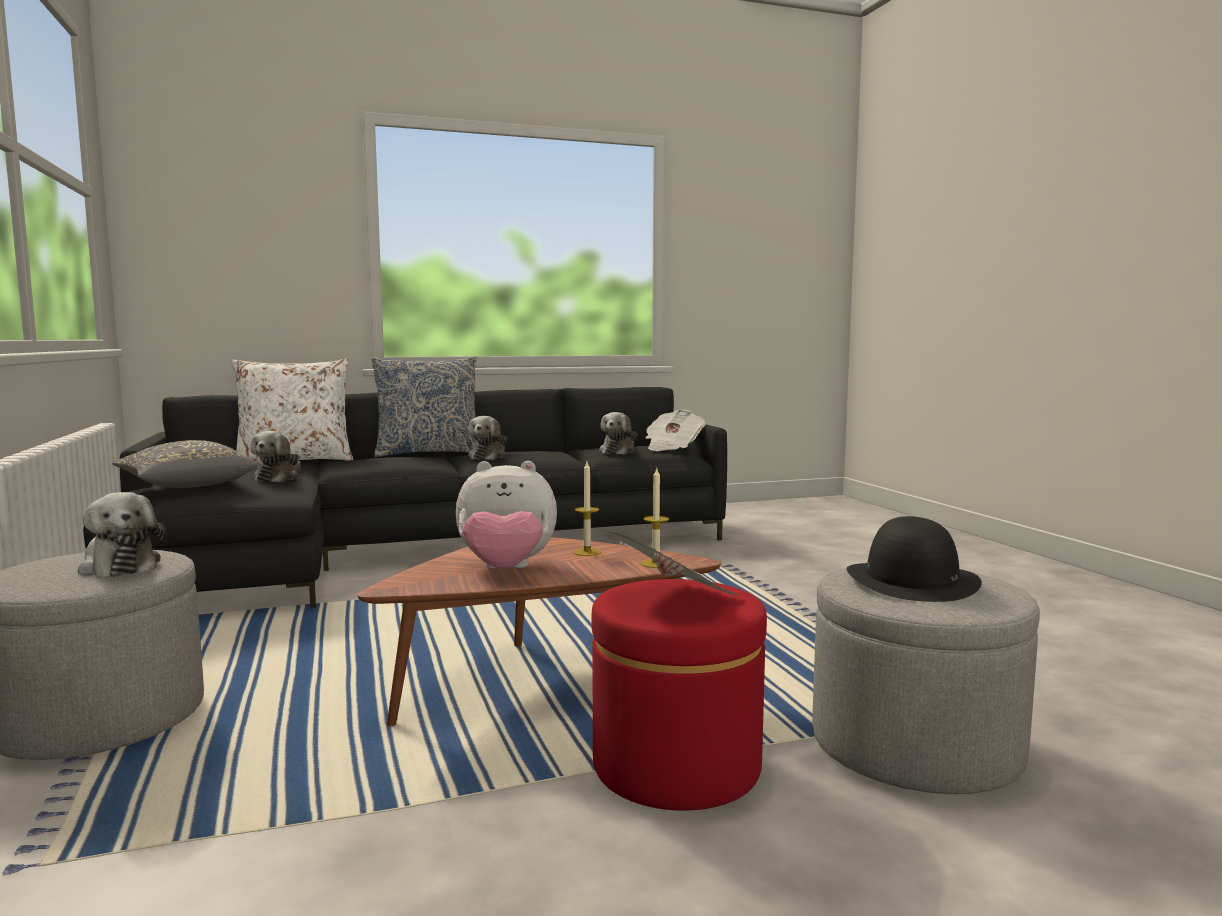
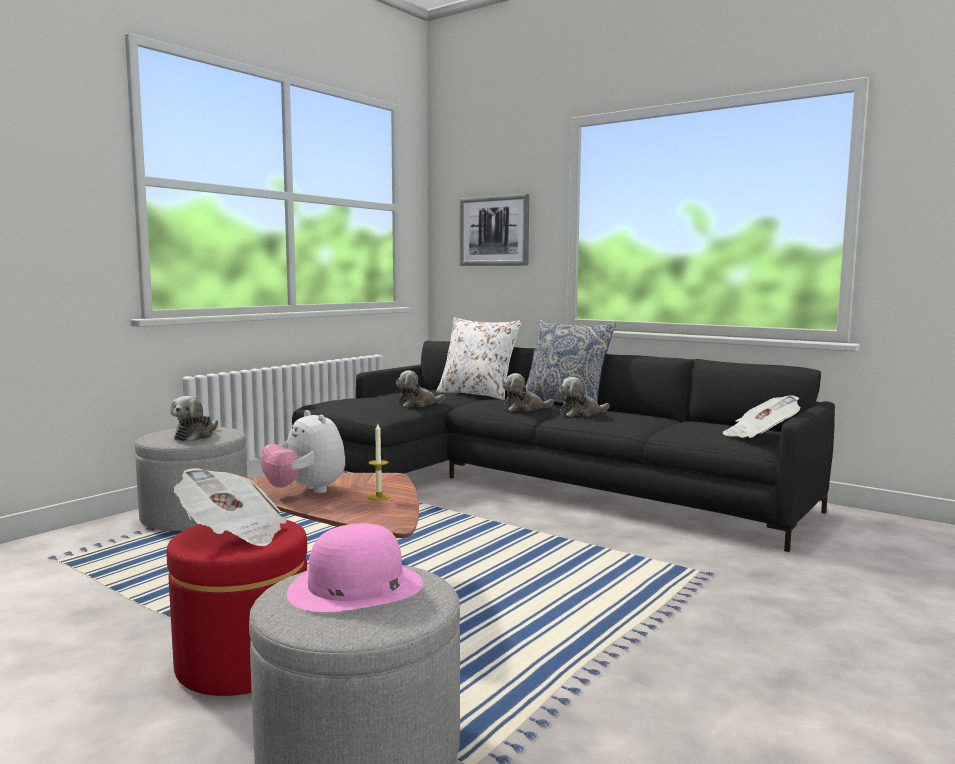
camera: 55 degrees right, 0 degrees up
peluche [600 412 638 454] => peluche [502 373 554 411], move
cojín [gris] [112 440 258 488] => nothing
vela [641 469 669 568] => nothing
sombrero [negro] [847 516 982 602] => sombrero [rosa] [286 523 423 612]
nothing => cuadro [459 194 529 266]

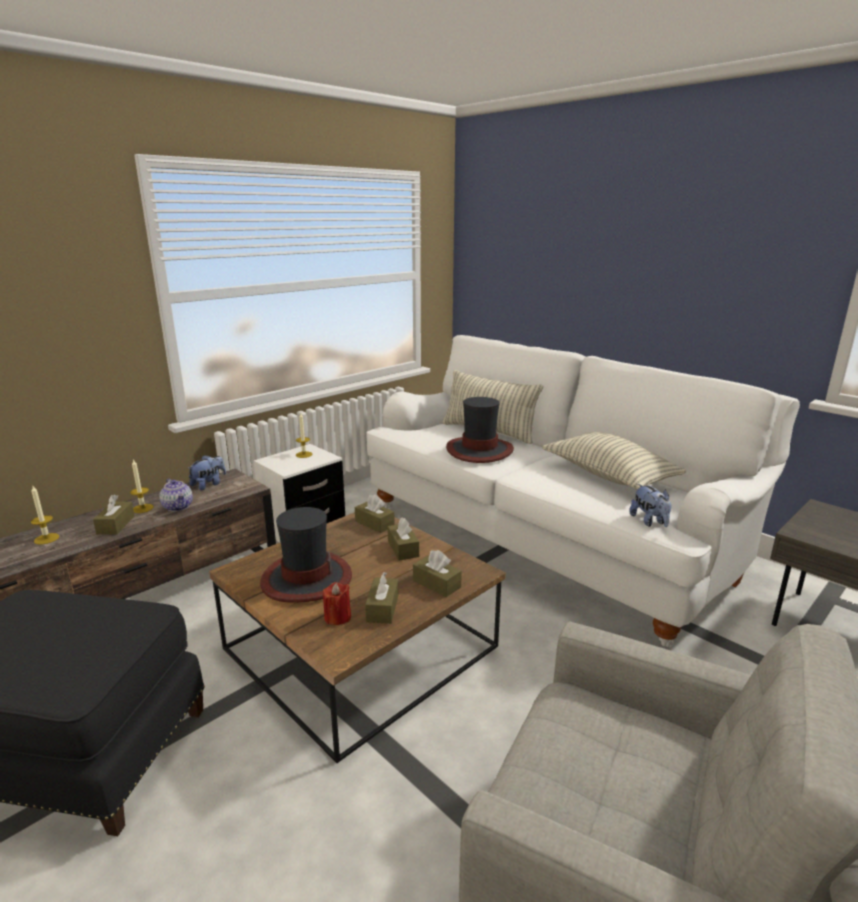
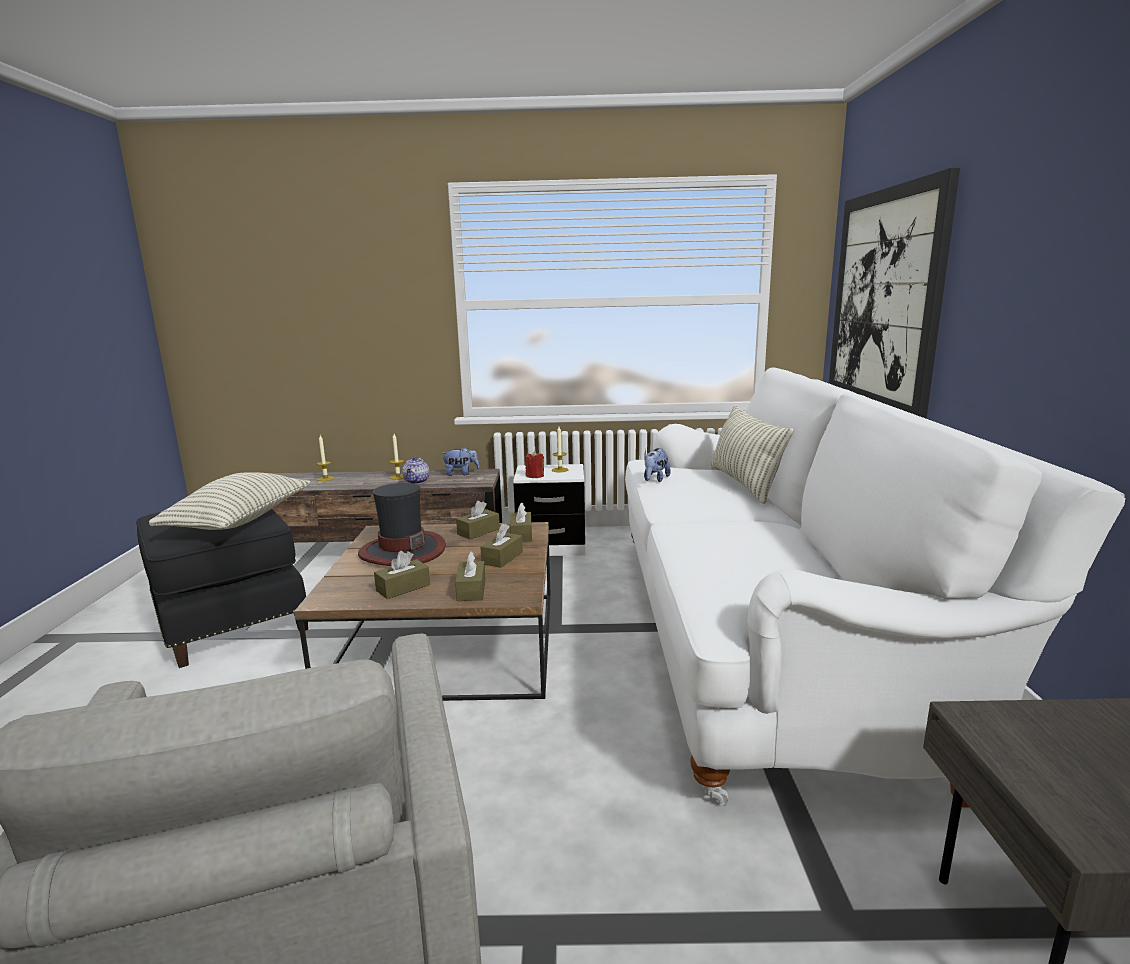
camera: 45 degrees right, 5 degrees down
sombrero [446 397 514 463] => nothing
cojín [542 432 686 490] => cojín [149 472 311 530], move
peluche [629 484 671 527] => peluche [644 448 671 482], move
caja de pañuelos [marrón] [93 495 135 535] => caja de pañuelos [marrón] [456 501 500 539], move
vela [rojo] [323 582 351 625] => vela [rojo] [525 451 544 478], move
nothing => cuadro [829 168 960 419]

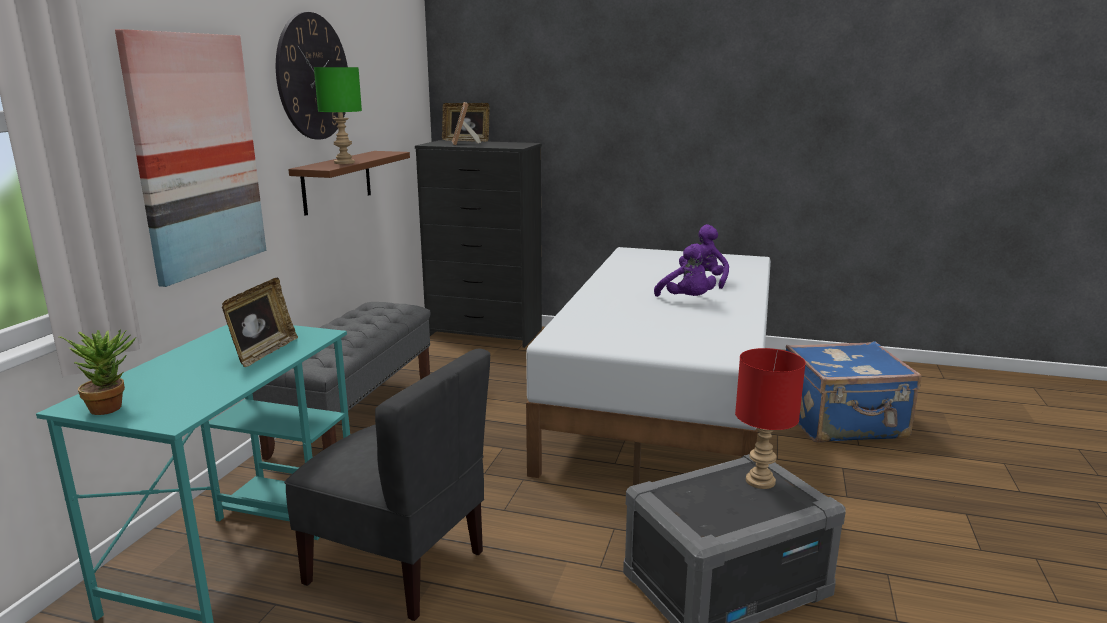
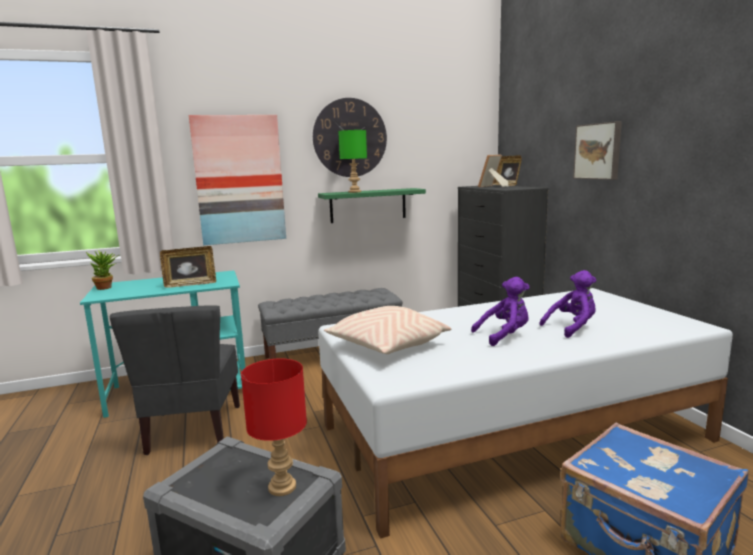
camera: 55 degrees right, 5 degrees down
estante [marrón] [288 151 410 216] => estante [verde] [318 188 426 223]
peluche [morado] [654 243 716 297] => peluche [morado] [471 277 530 346], 135 degrees counterclockwise
nothing => cuadro [573 121 622 180]
nothing => cojín [beis] [324 306 451 354]

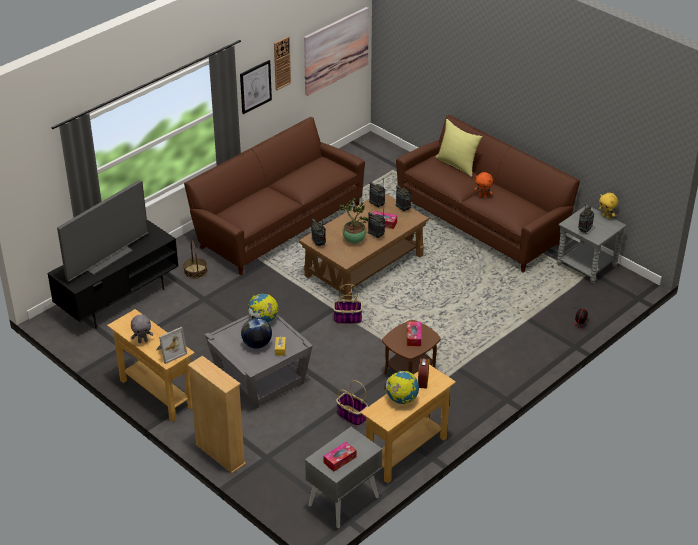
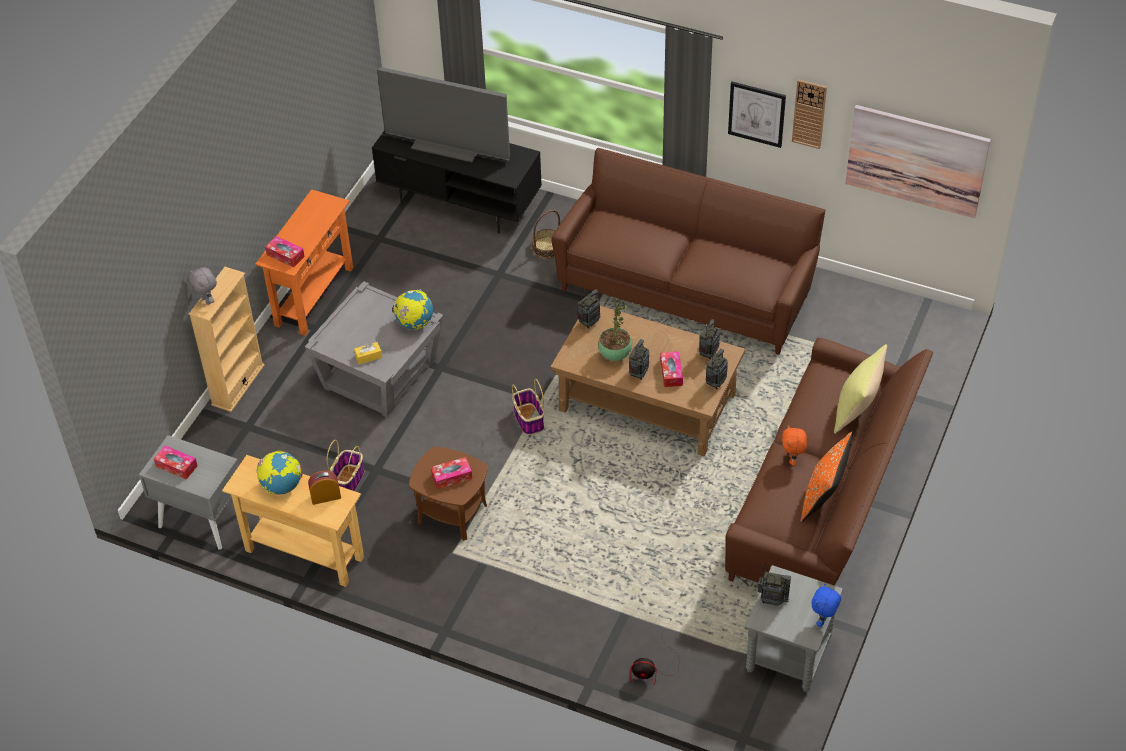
camera: 70 degrees right, 10 degrees up
peluche [amarillo] [599 193 618 219] => peluche [azul] [811 584 841 627]
mesa consola [beis] [107 309 195 422] => mesa consola [naranja] [255 189 353 336]
peluche [gris] [131 315 153 343] => peluche [gris] [189 267 217 305], move
globo terráqueo [241 318 272 349] => nothing
portarretratos [156 327 187 364] => caja de pañuelos [265 236 305 267]
nothing => cojín [naranja] [800 432 853 522]

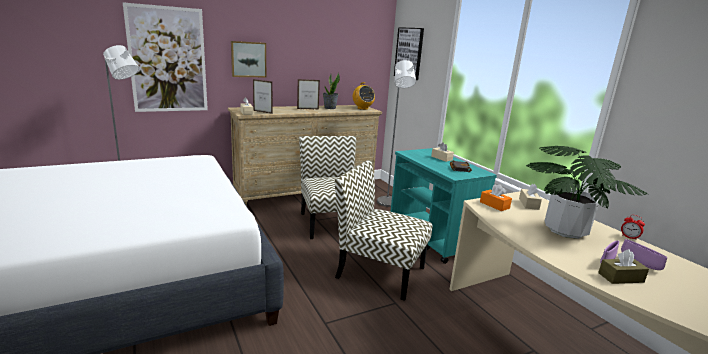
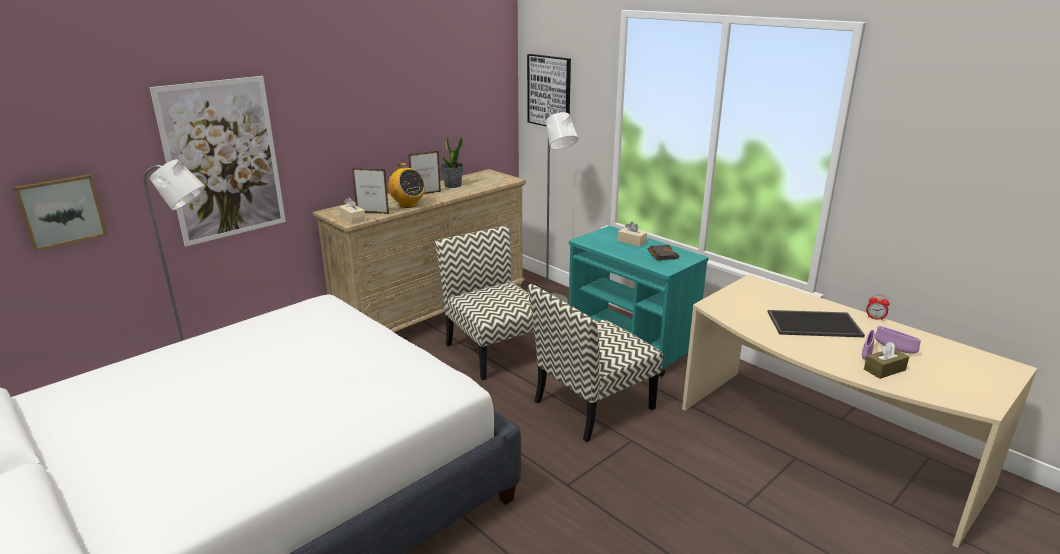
camera: 15 degrees left, 5 degrees up
cuadro [231 41 266 77] => cuadro [14 174 107 251], move
radio [353 82 375 110] => radio [388 163 425 208], move
planta en maceta [526 146 648 239] => bandeja [768 310 865 337]
silla [335 160 432 301] => silla [528 284 663 442], 45 degrees counterclockwise
caja de pañuelos [naranja] [480 184 512 211] => nothing
caja de pañuelos [beis] [519 184 542 210] => nothing

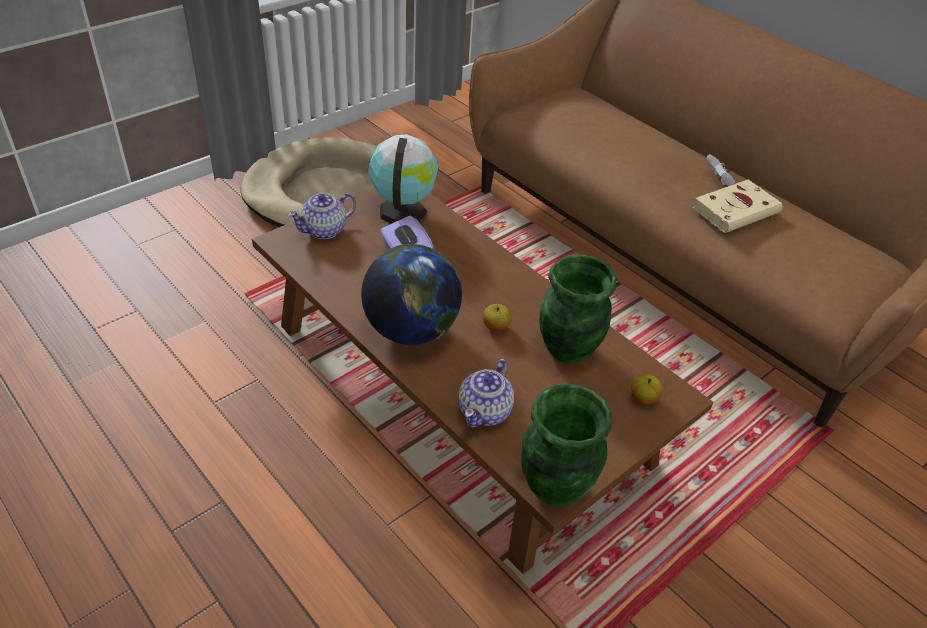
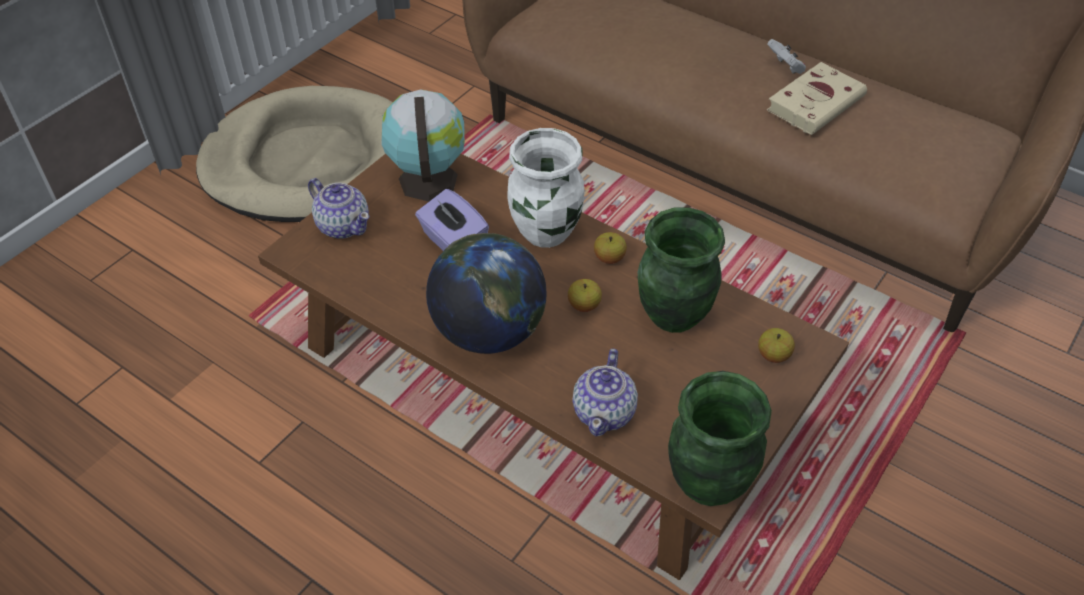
camera: 10 degrees left, 5 degrees up
tetera [288 193 356 239] => tetera [308 178 369 239], 90 degrees counterclockwise
nothing => florero [blanco] [507 128 584 248]
nothing => manzana [594 232 627 264]

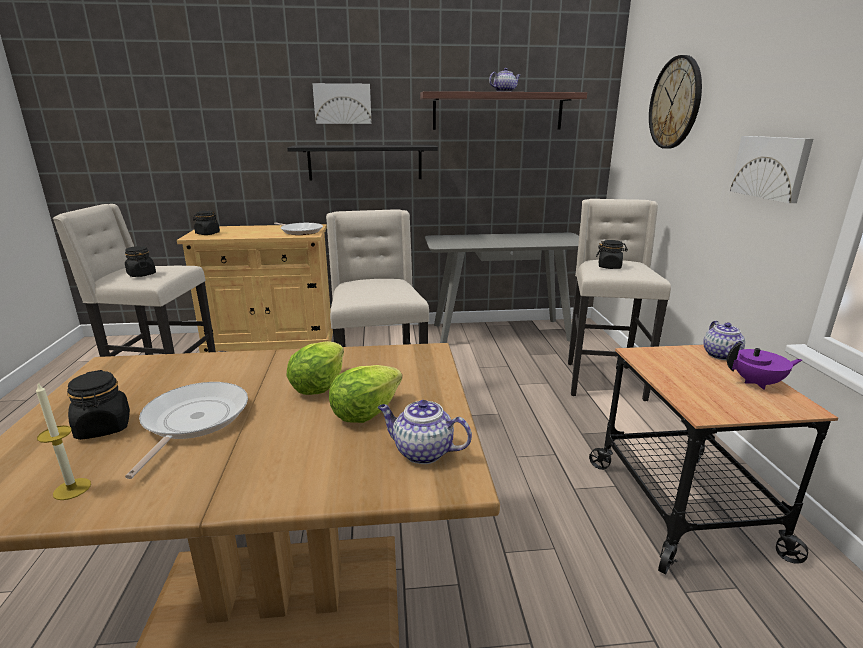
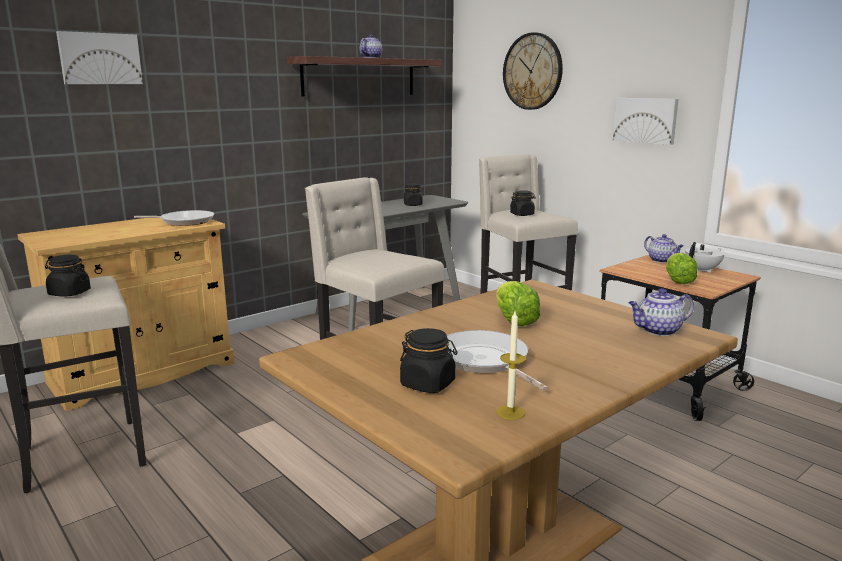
camera: 35 degrees left, 5 degrees down
cuadro [312 83 372 124] => cuadro [56 31 143 84], move
estante [negro] [287 145 438 181] => nothing
tarro [negro] [193 211 220 235] => tarro [negro] [404 183 422 206], move
tetera [morado] [727 343 802 390] => tetera [blanco] [685 242 724 273]
lechuga [329 365 402 423] => lechuga [666 253 698 284], move

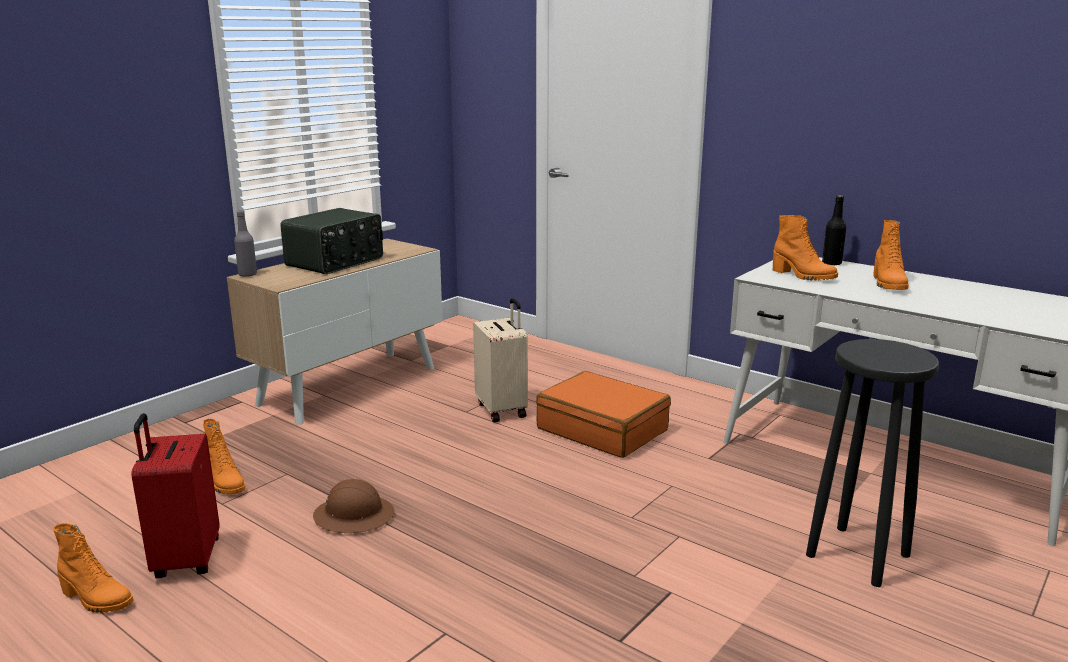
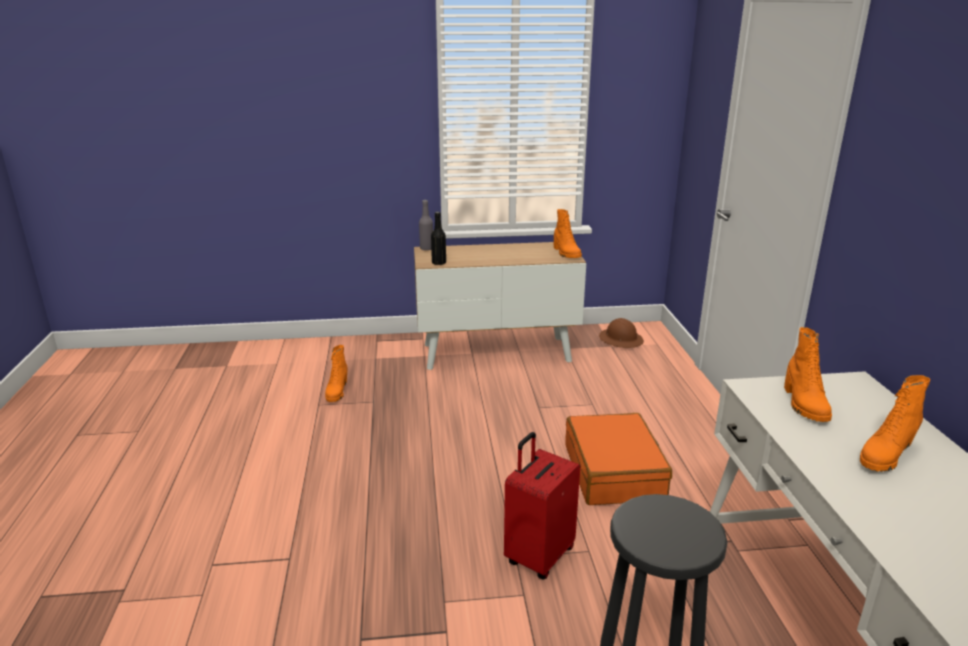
camera: 45 degrees right, 5 degrees up
botella [negro] [822 195 846 266] => botella [negro] [431 212 446 265], move
radio [281 208 383 274] => nothing
maleta [beis] [473 298 528 422] => nothing
maleta [rojo] [131 413 219 578] => maleta [rojo] [504 432 580 579], move
casco [marrón] [313 479 395 533] => casco [marrón] [599 318 644 348], move
bota [naranja] [53 524 134 613] => bota [naranja] [554 209 582 258], move

